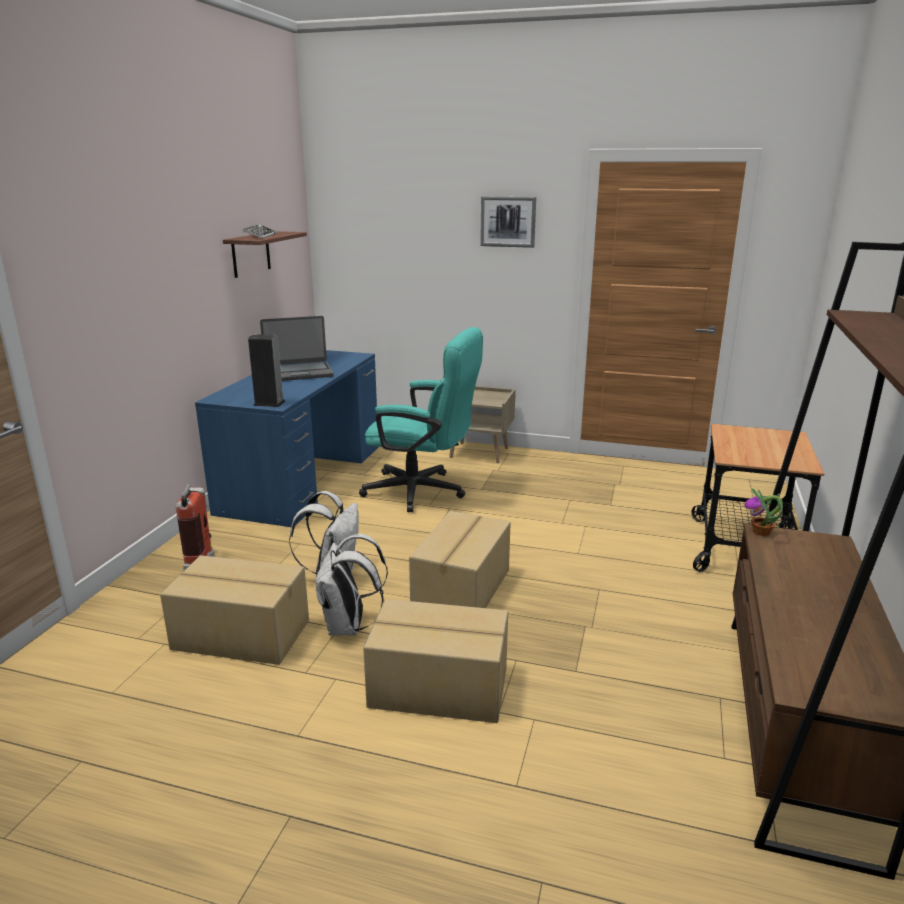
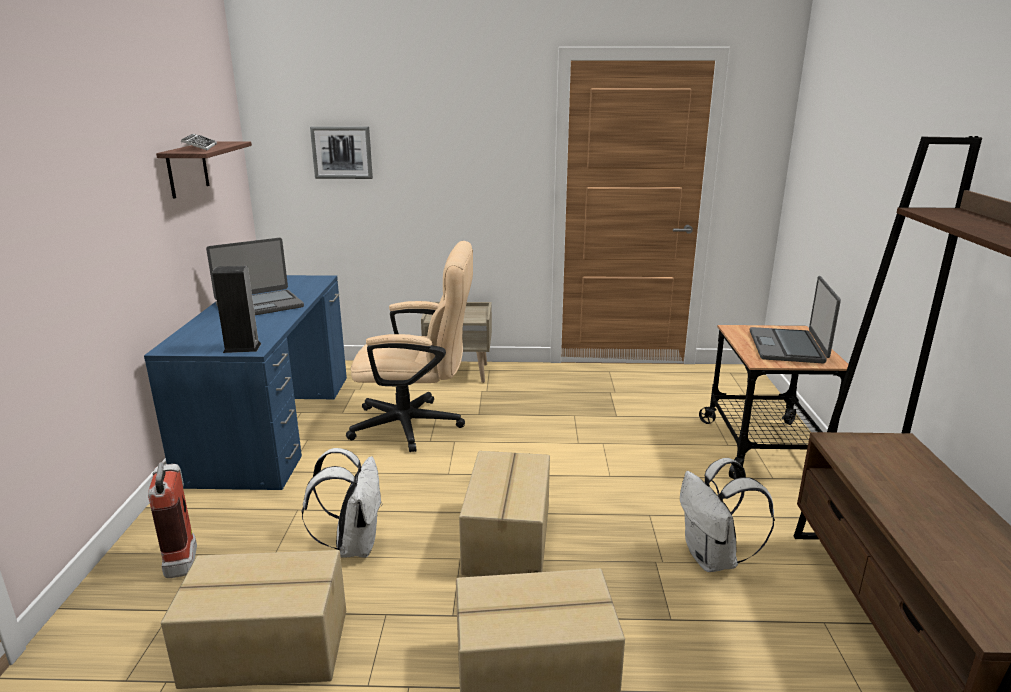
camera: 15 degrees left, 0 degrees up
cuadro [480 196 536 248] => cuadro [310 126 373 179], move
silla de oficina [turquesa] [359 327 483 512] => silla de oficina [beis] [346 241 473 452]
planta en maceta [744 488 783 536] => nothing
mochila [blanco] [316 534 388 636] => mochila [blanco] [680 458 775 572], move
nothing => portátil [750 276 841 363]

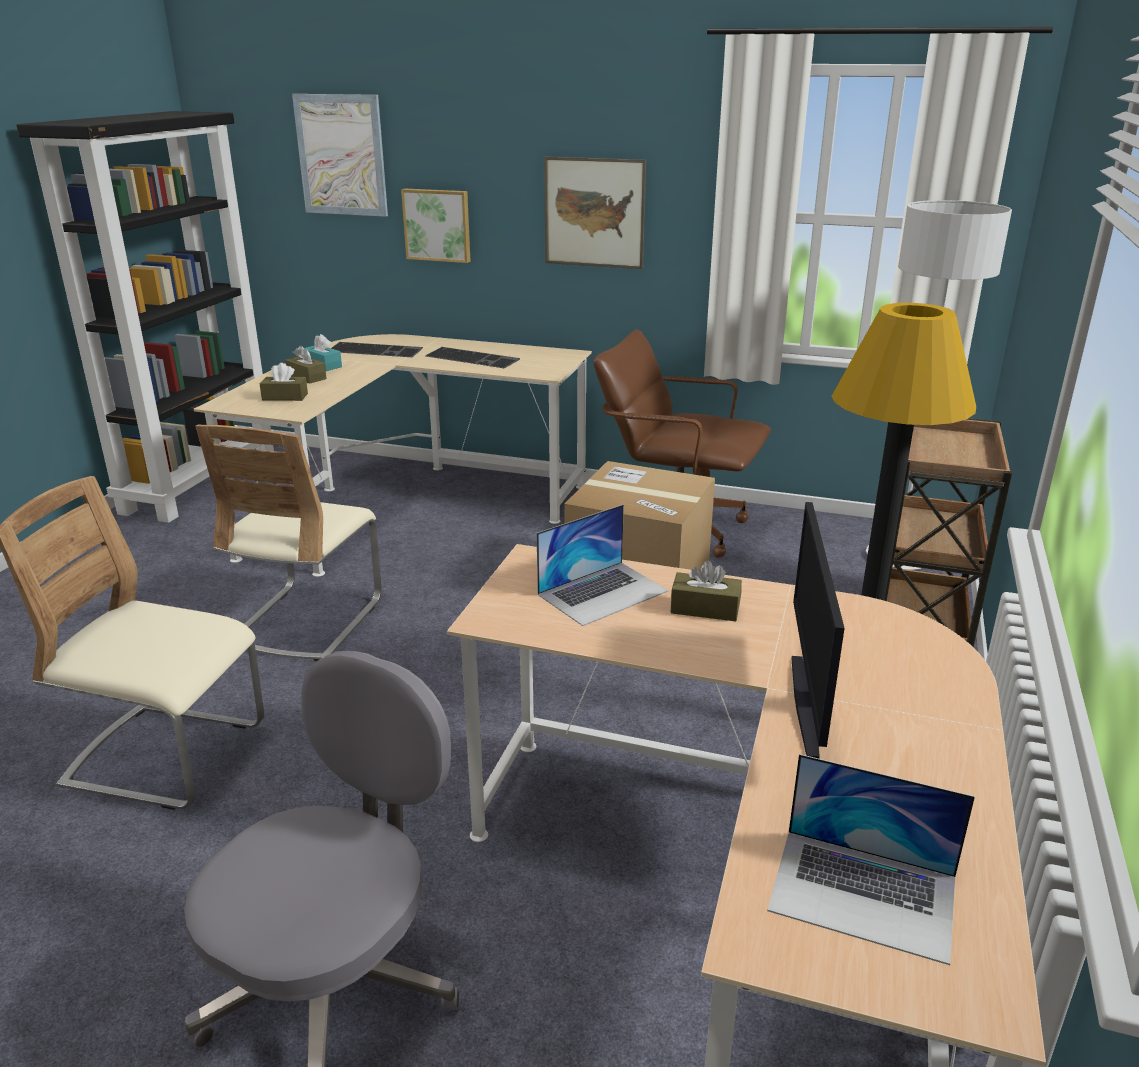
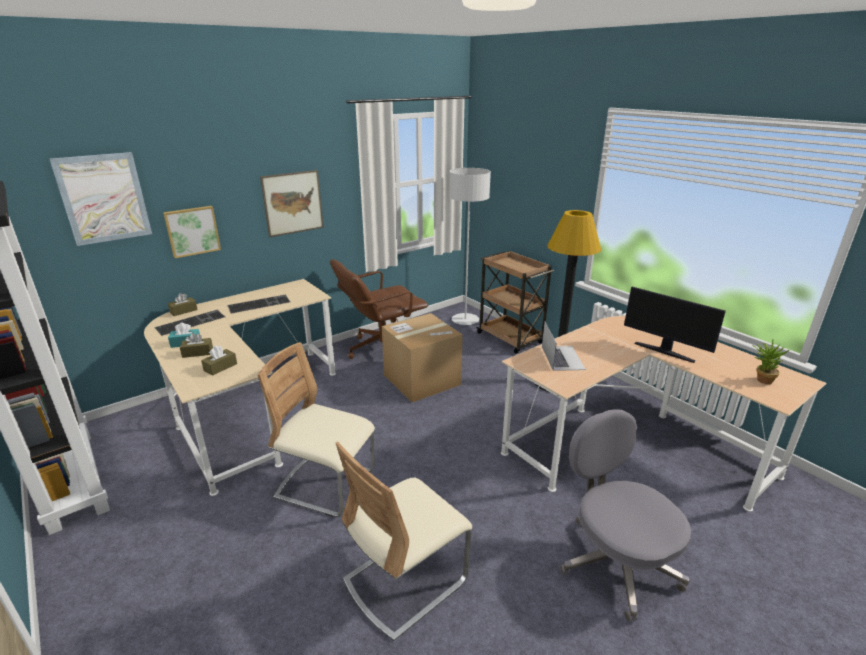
camera: 55 degrees left, 0 degrees up
silla [beis] [195 425 381 661] => silla [beis] [258 342 375 517], 150 degrees clockwise
caja de pañuelos [marrón] [670 560 742 621] => caja de pañuelos [marrón] [168 293 198 316], move
portátil [767 754 975 965] => planta en maceta [752 339 789 384]

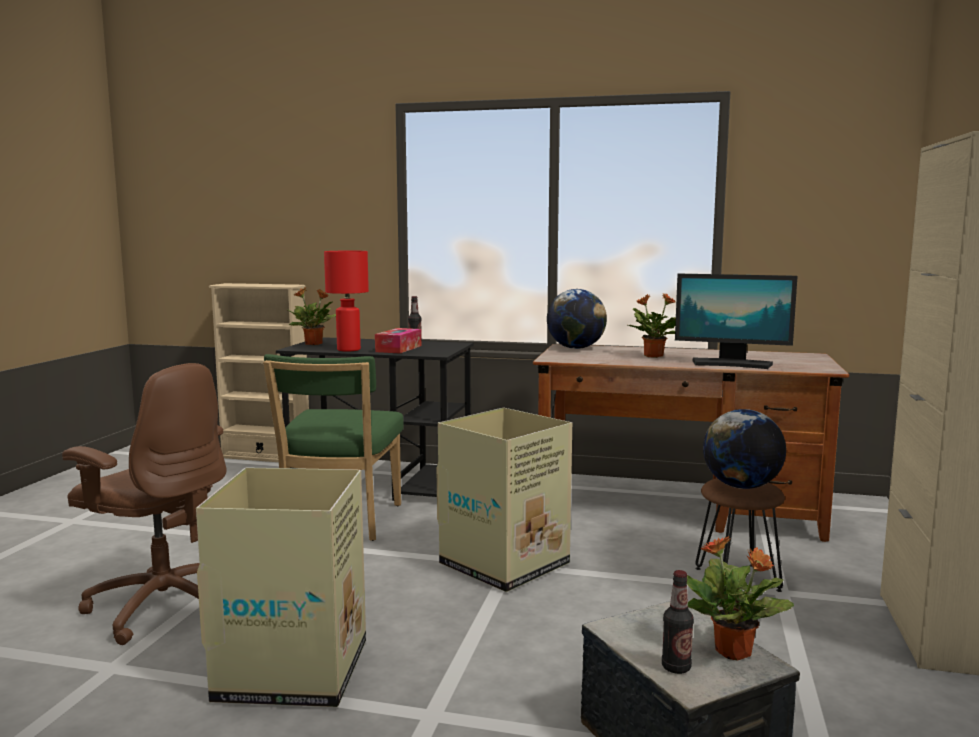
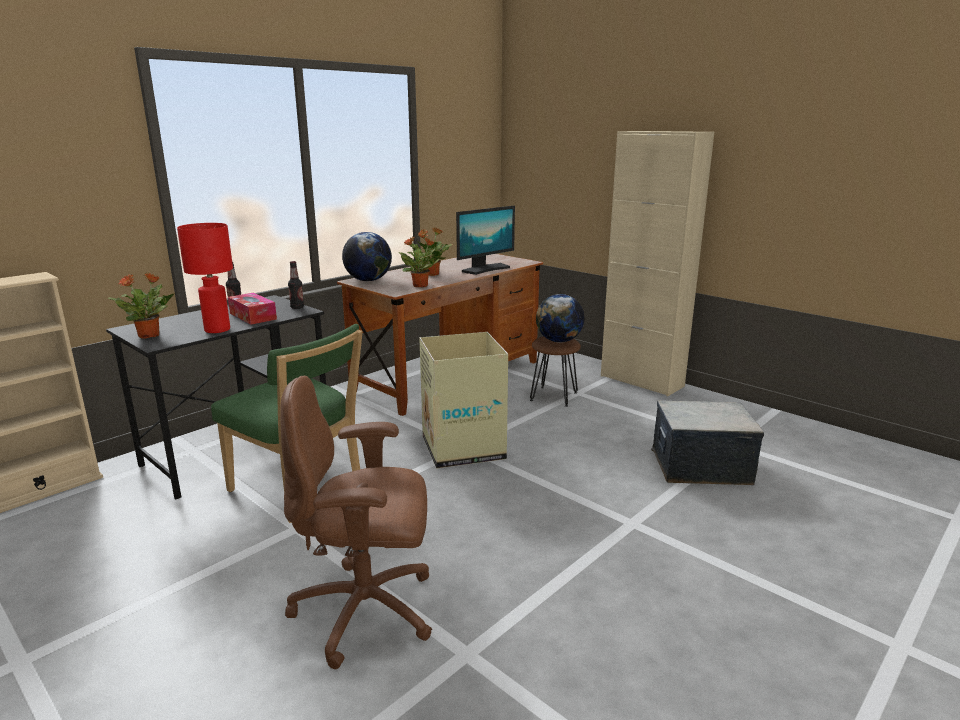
camera: 60 degrees left, 10 degrees up
silla de oficina [marrón] [62 363 226 645] => silla de oficina [marrón] [280 376 432 669], 150 degrees counterclockwise
caja de cartón [196 467 366 707] => nothing
planta en maceta [687 536 794 661] => planta en maceta [399 237 441 288], move
botella [662 570 694 674] => botella [288 261 304 309], move

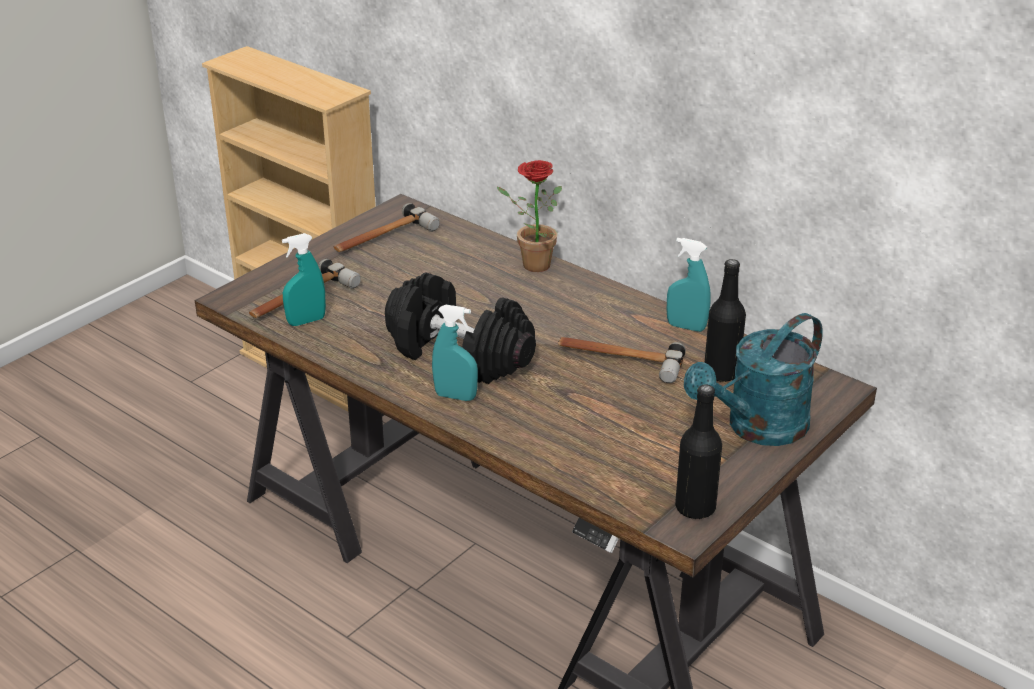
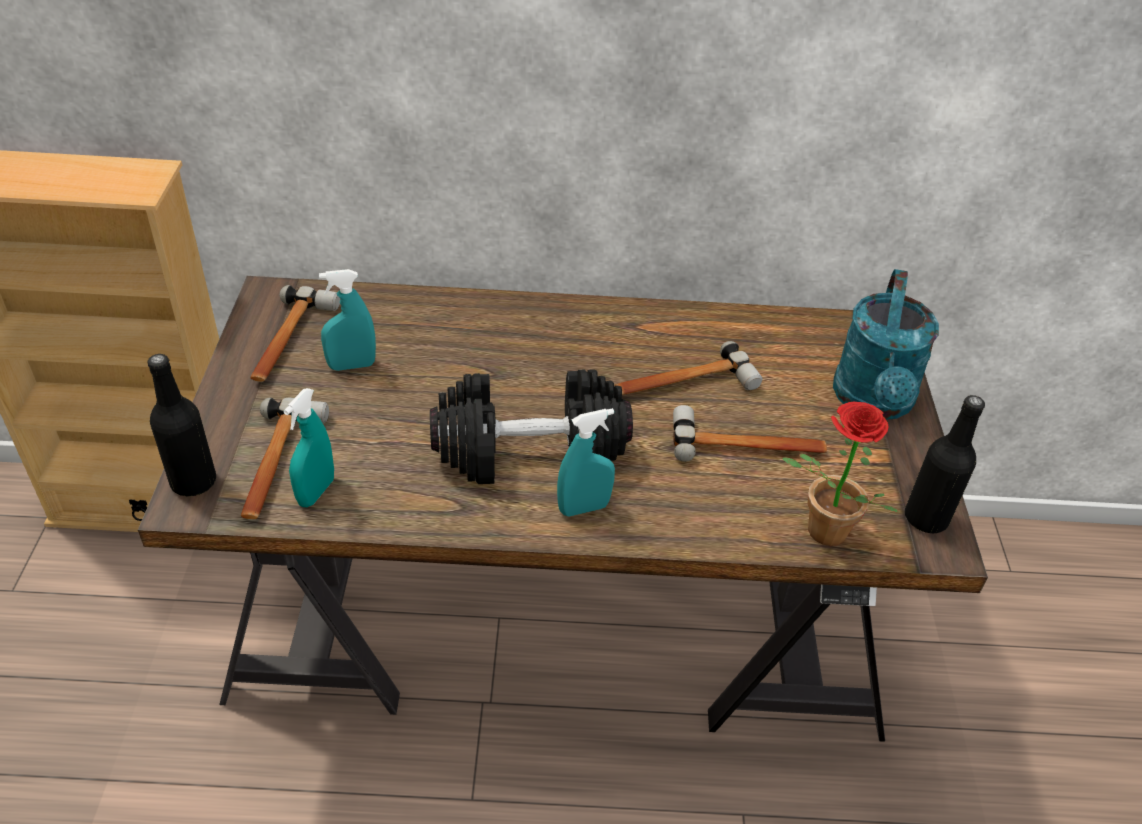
camera: 40 degrees left, 10 degrees up
planta en maceta [496 160 562 272] => planta en maceta [782 402 900 546], move
pulverizador [turquesa] [667 238 711 332] => pulverizador [turquesa] [319 269 376 371], move
botella [negro] [704 259 746 382] => botella [negro] [148 354 216 496], move
nothing => martillo [673 405 827 462]

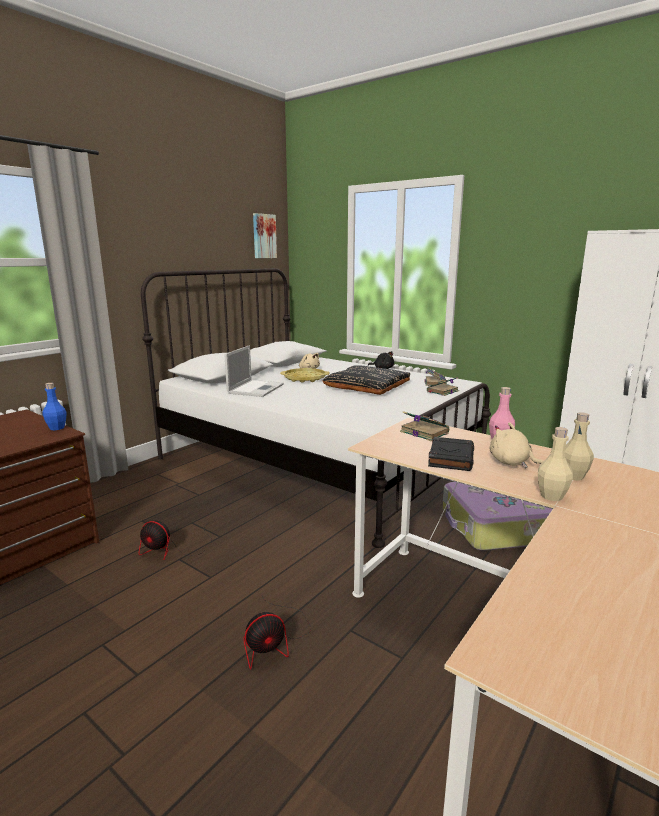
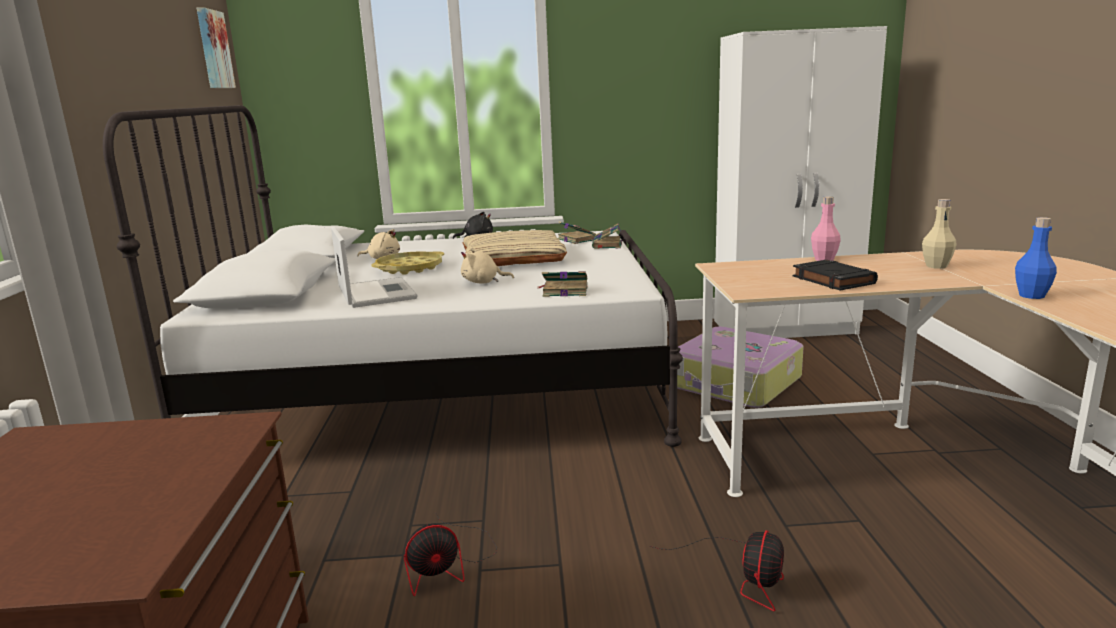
camera: 40 degrees left, 0 degrees up
cojín [negro] [323 365 410 395] => cojín [beis] [463 230 567 266]
botella [azul] [43 383 66 430] => botella [azul] [1015 217 1057 299], move
libro [400 411 449 441] => libro [538 271 588 297], move
peluche [beis] [490 422 543 468] => peluche [beis] [461 247 514 283], move
botella [beis] [538 427 573 501] => nothing

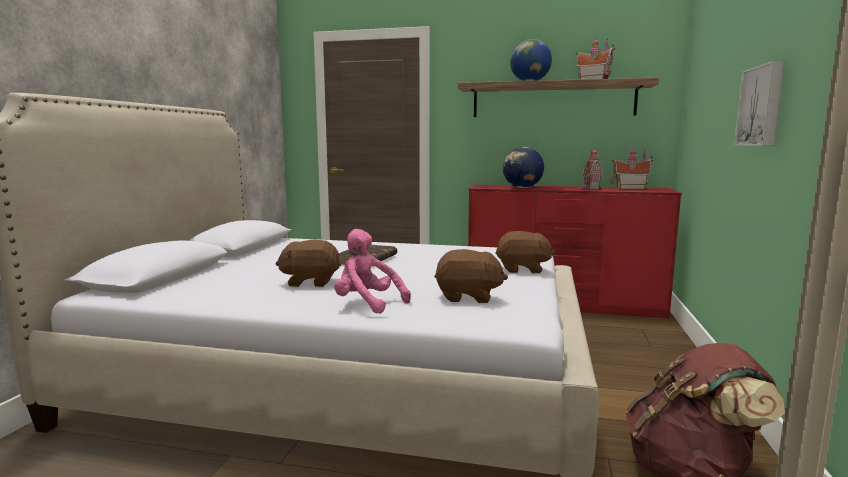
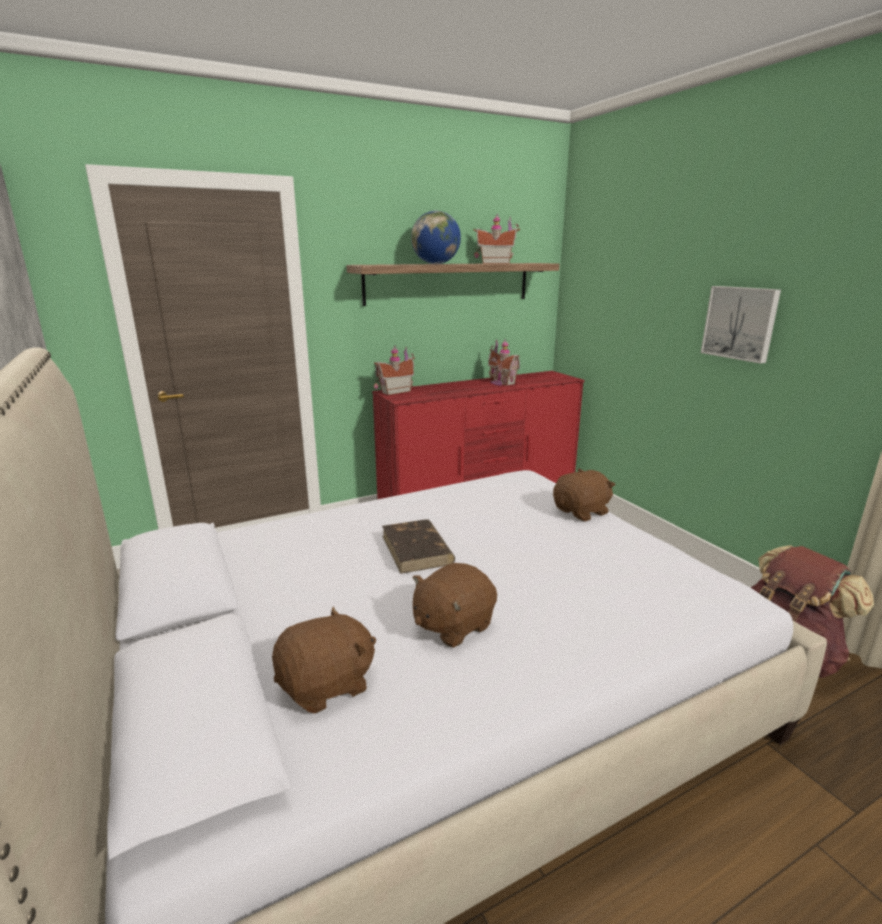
camera: 40 degrees left, 10 degrees up
globo terráqueo [503 147 544 188] => nothing
casita [610 147 654 189] => casita [374 345 415 395], move
peluche [rosa] [334 229 411 314] => nothing
peluche [marrón] [435 249 508 303] => peluche [marrón] [272 607 376 713], move

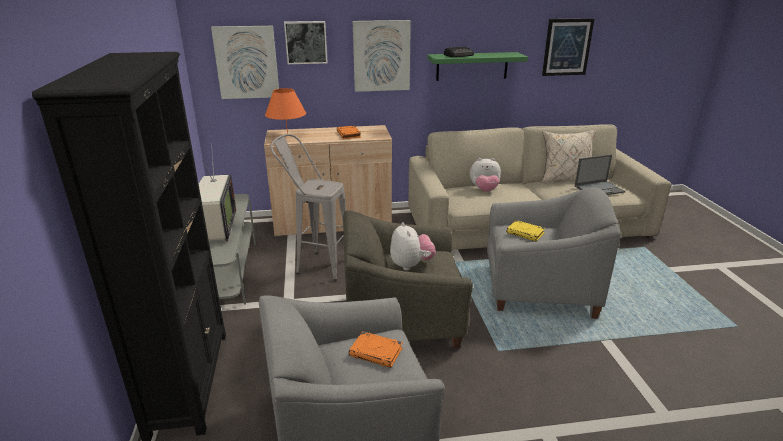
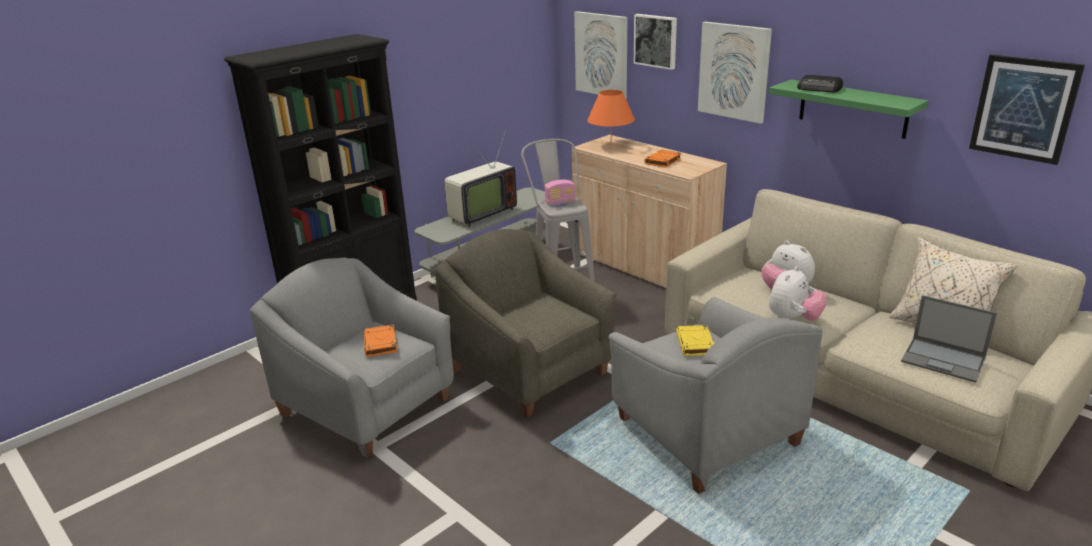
camera: 55 degrees right, 0 degrees up
peluche [390 222 436 270] => peluche [769 266 827 321], move
nothing => radio [545 179 575 205]

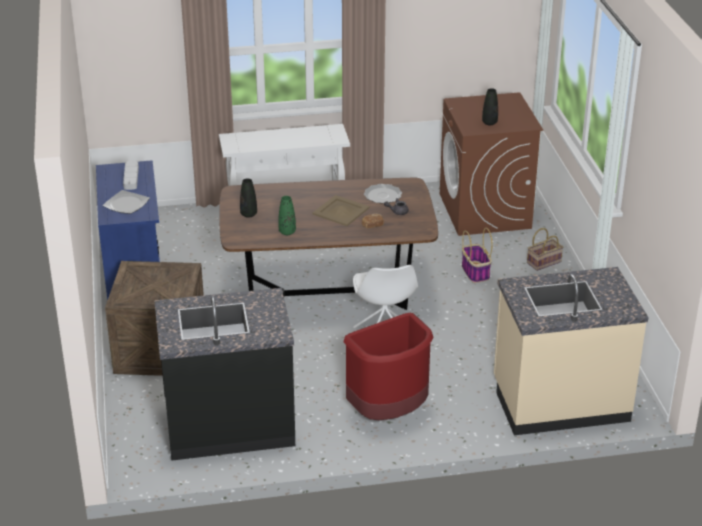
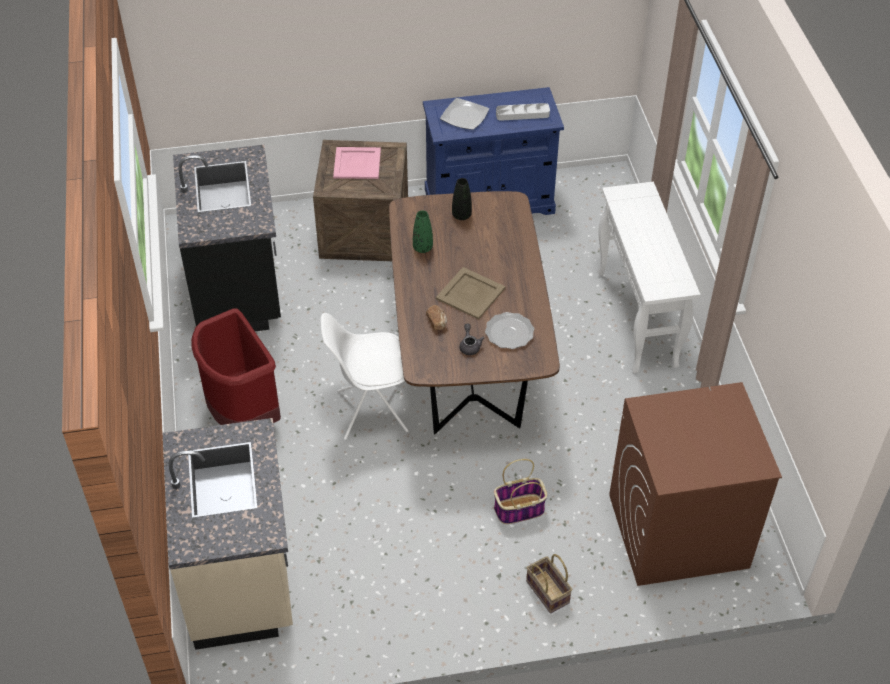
camera: 90 degrees right, 15 degrees up
florero [negro] [482 88 498 125] => nothing
nothing => bandeja [rosa] [333 147 381 179]

